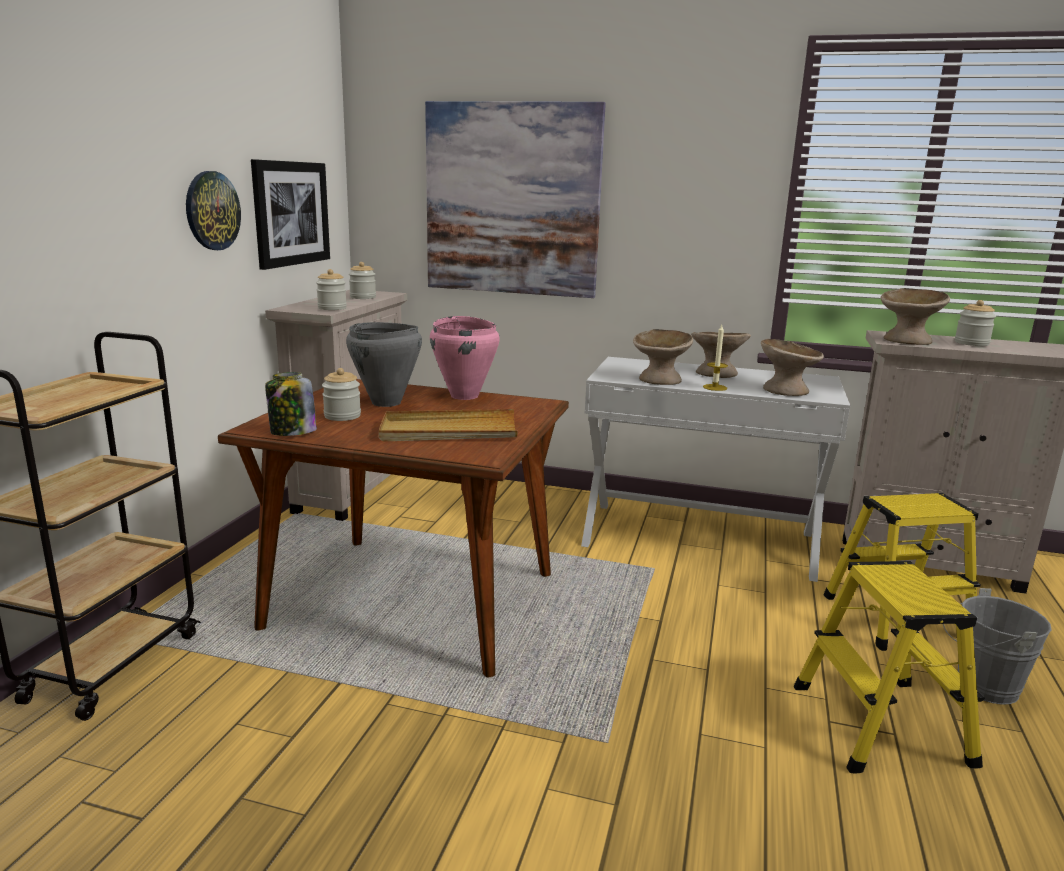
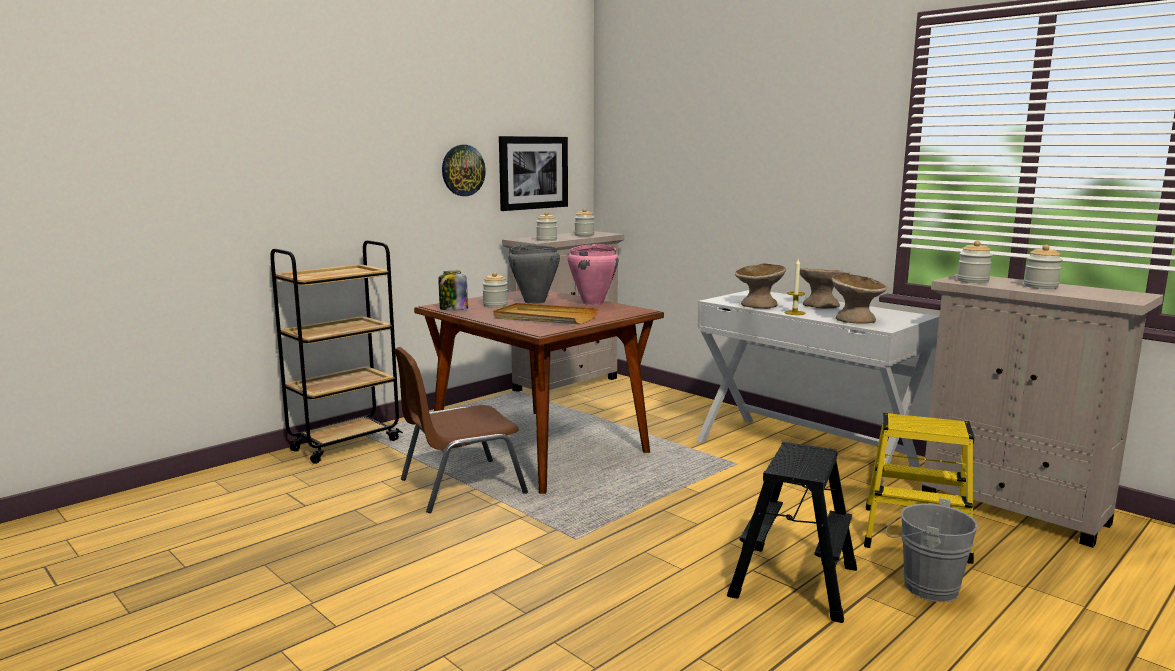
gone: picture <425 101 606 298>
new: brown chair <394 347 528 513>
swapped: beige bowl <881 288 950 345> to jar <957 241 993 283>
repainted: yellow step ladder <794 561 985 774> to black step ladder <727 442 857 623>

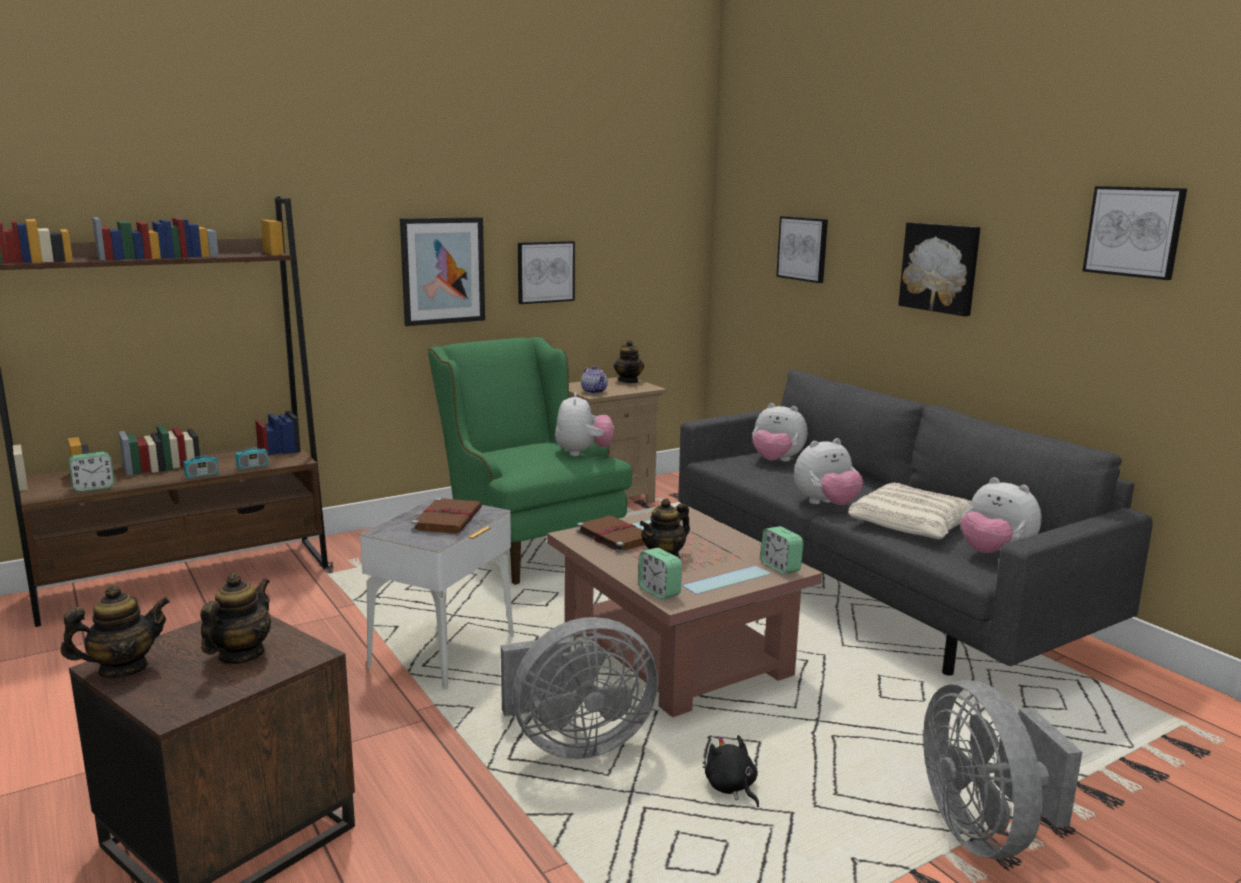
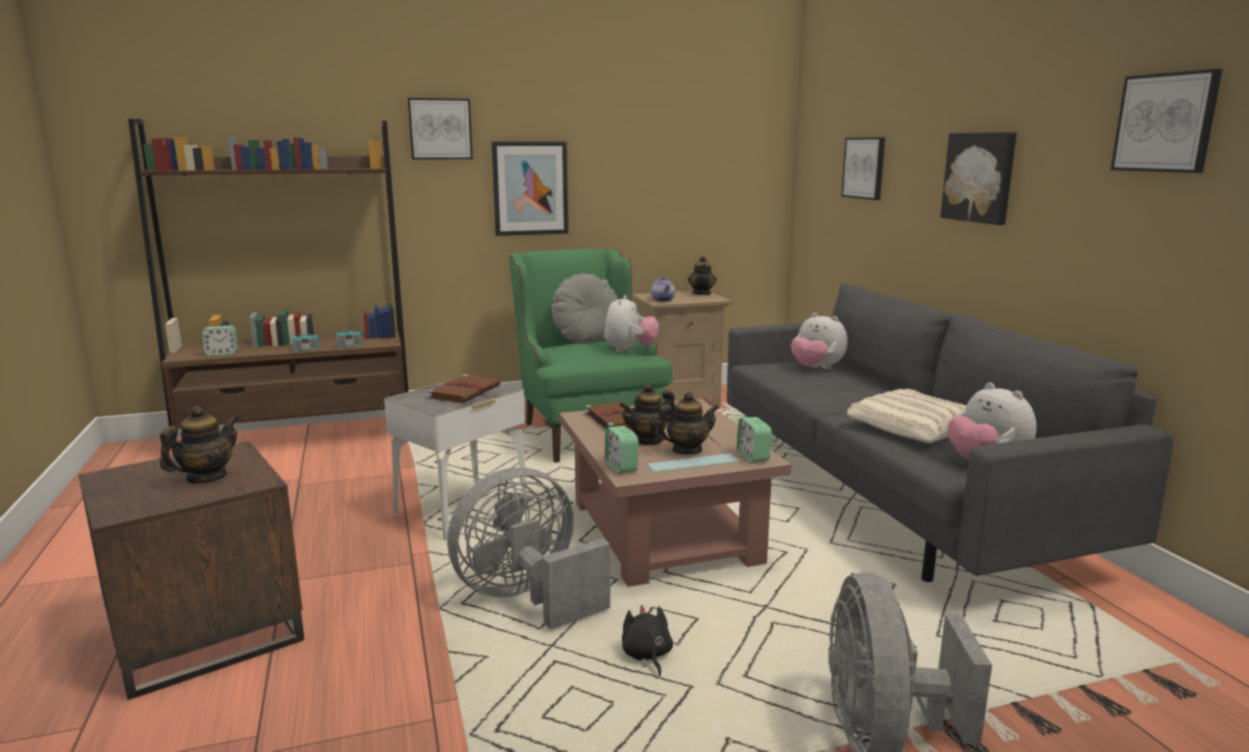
gone: plush toy <794 438 864 505>
new: grey pillow <551 273 619 344>
shifted: picture <518 241 575 304> to <408 98 473 160>; teapot <61 585 170 678> to <655 392 719 455>
rotated: grey fan <501 617 658 759> = <447 467 610 630> 150 degrees clockwise

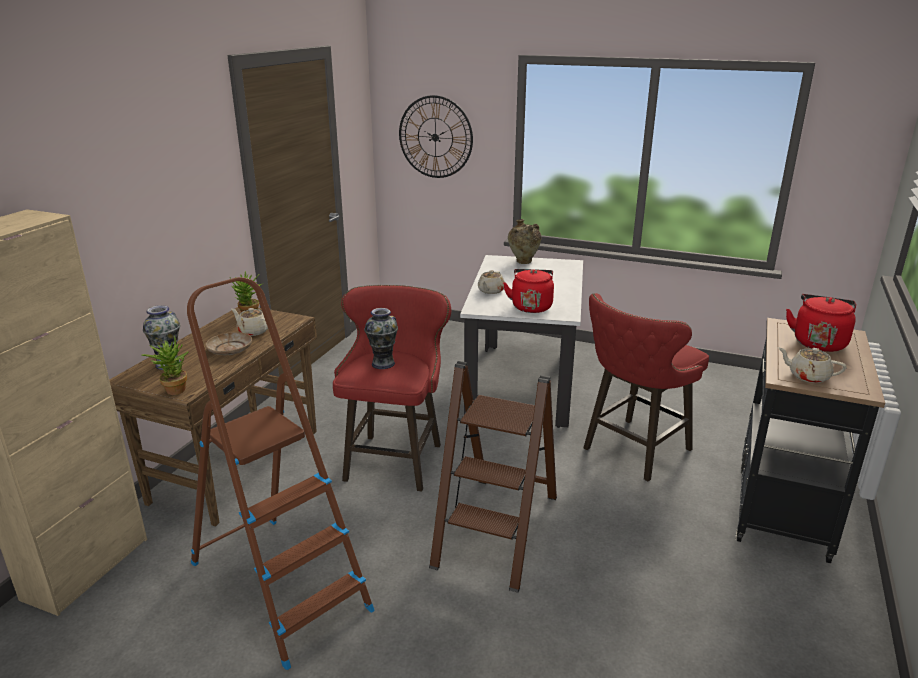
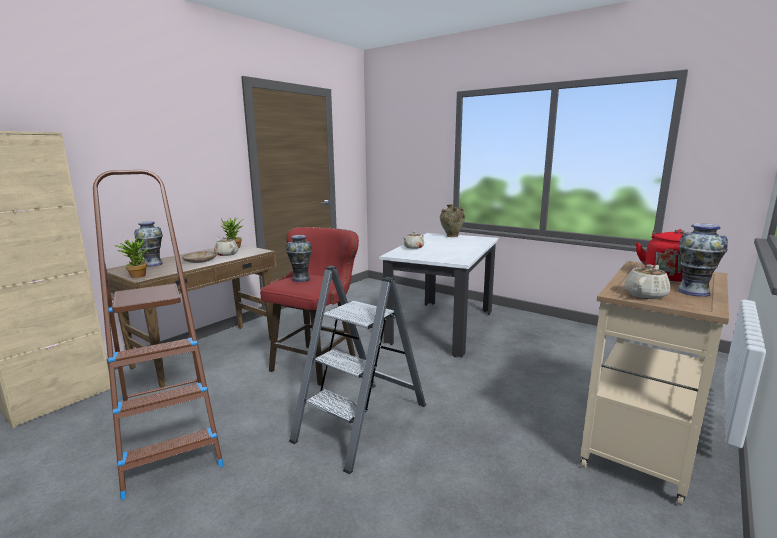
gone: wall clock <399 95 473 178>; red kettle <503 269 554 313>; red stool <583 293 709 481>
new: vase <677 223 728 297>
repainted: brown step ladder <429 361 557 593> to grey step ladder <289 266 426 474>; black cart <735 318 885 563> to beige cart <579 261 729 506>
rotated: beige teapot <778 347 847 383> = <624 264 670 299> 90 degrees clockwise

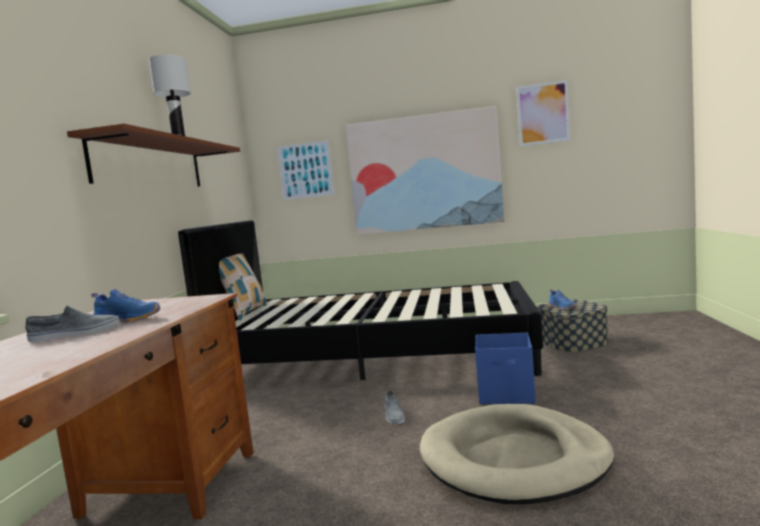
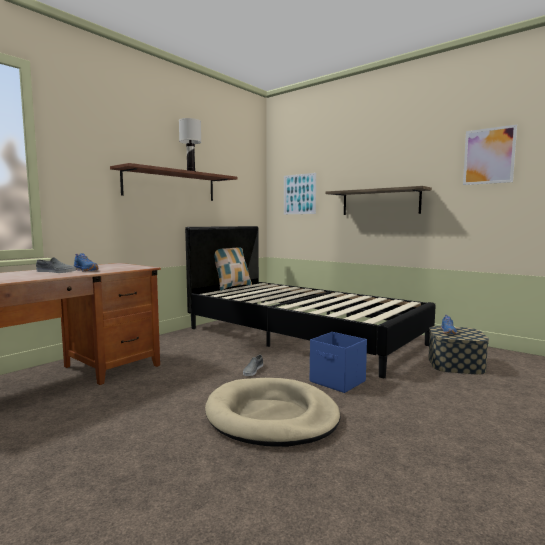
swapped: picture <345 106 504 235> to shelf <326 186 432 215>

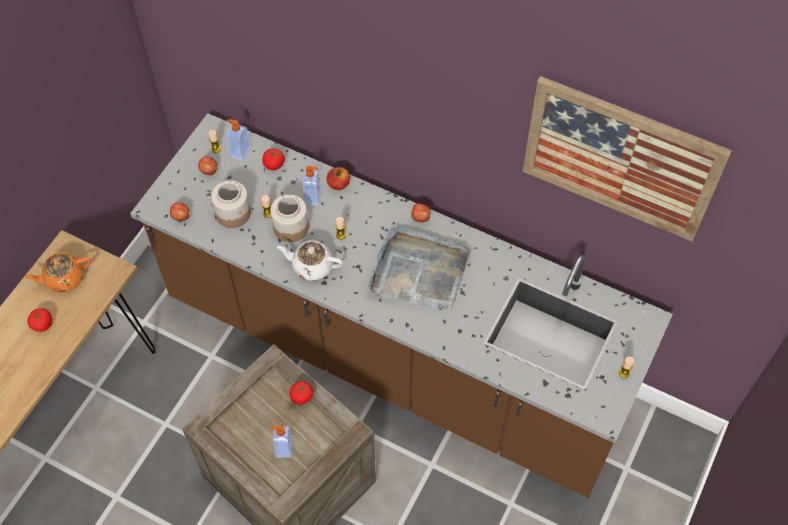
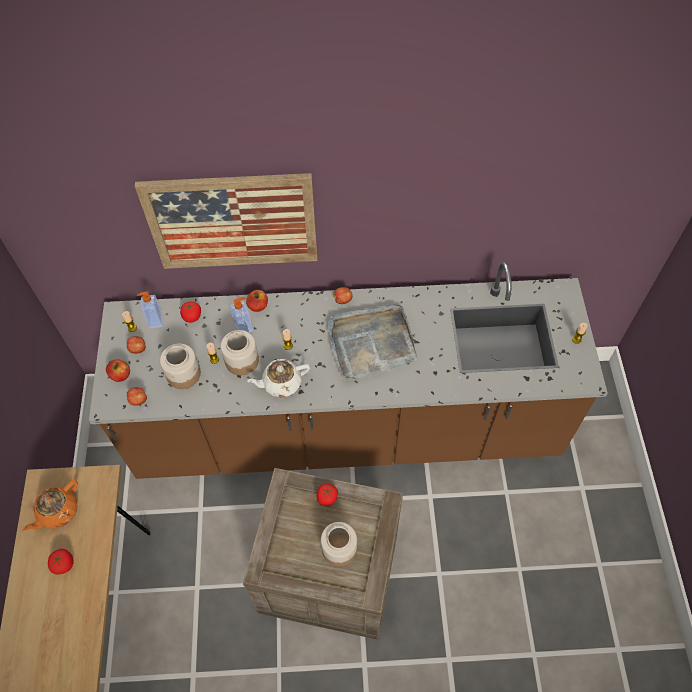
new: apple <106 359 130 382>
shifted: picture <522 76 732 241> to <135 173 317 269>
swapped: soap dispenser <270 425 292 458> to jar <321 522 357 567>

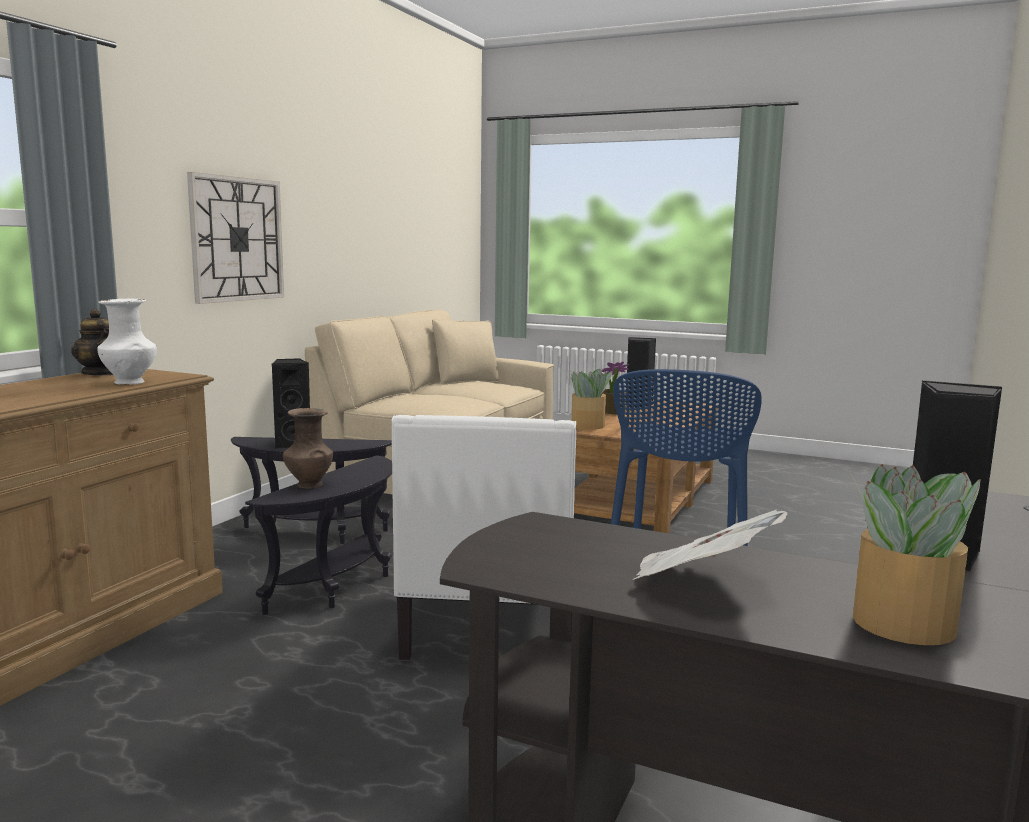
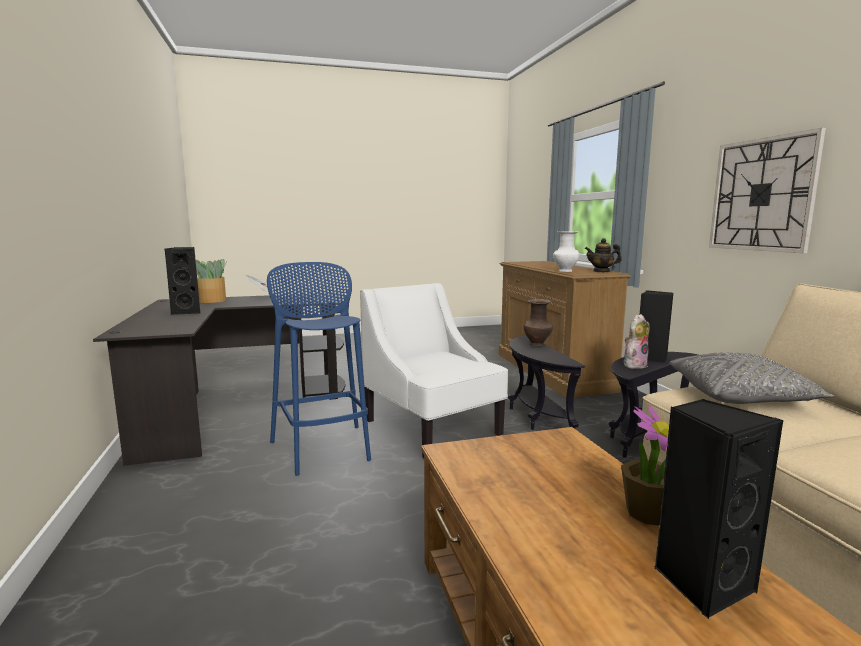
gone: potted plant <571 369 612 430>
new: plush toy <624 314 650 369>; grey pillow <669 353 834 404>

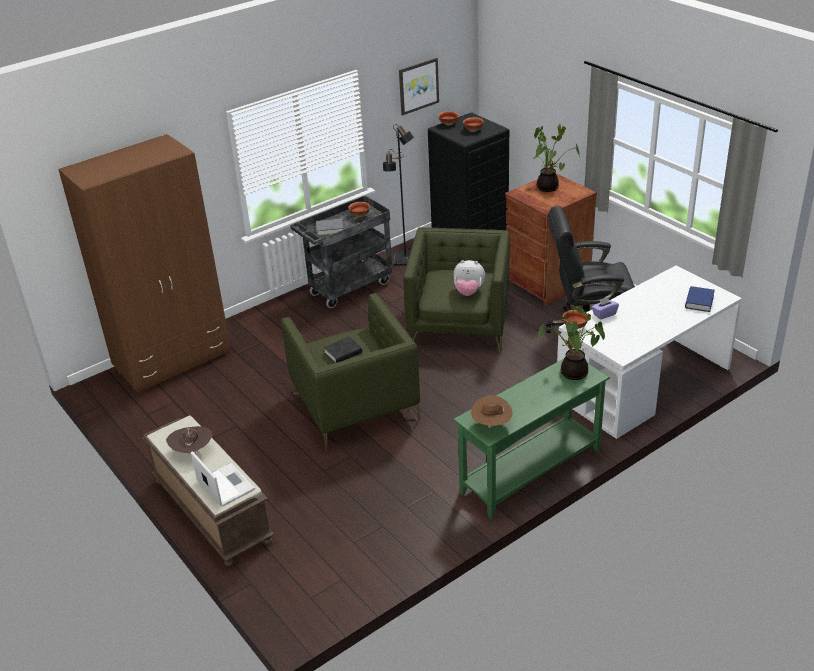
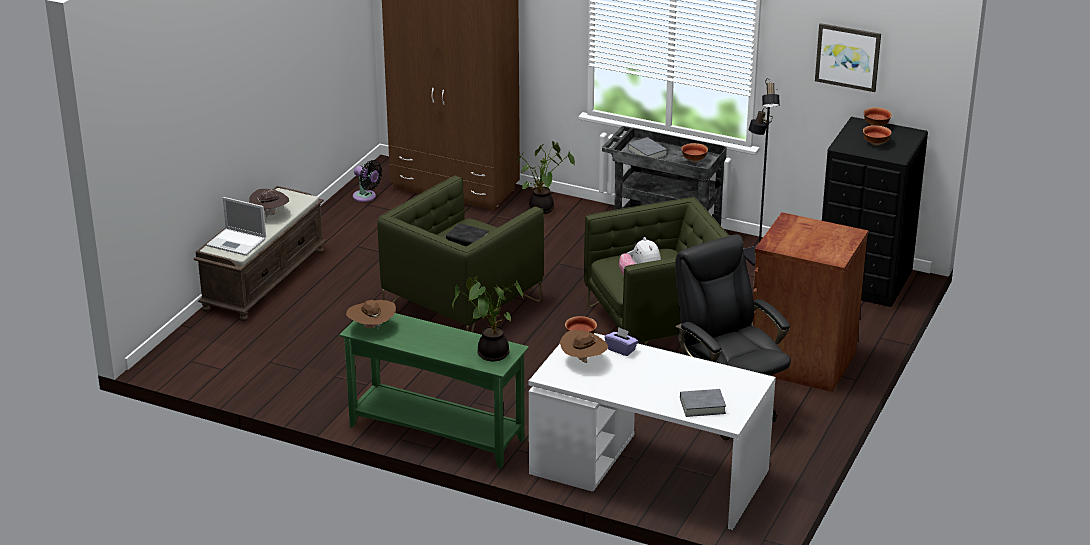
new: black fan <353 160 383 202>; brown hat <560 330 608 363>
shifted: potted plant <533 124 580 192> to <516 141 575 214>
repainted: blue book <685 286 715 312> to grey book <680 389 726 417>
rotated: laptop <191 451 255 507> = <206 197 266 256> 90 degrees clockwise

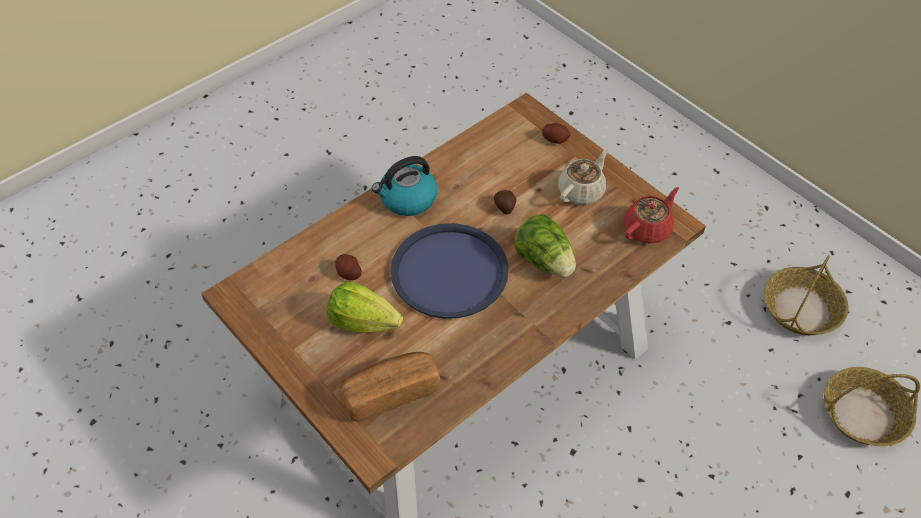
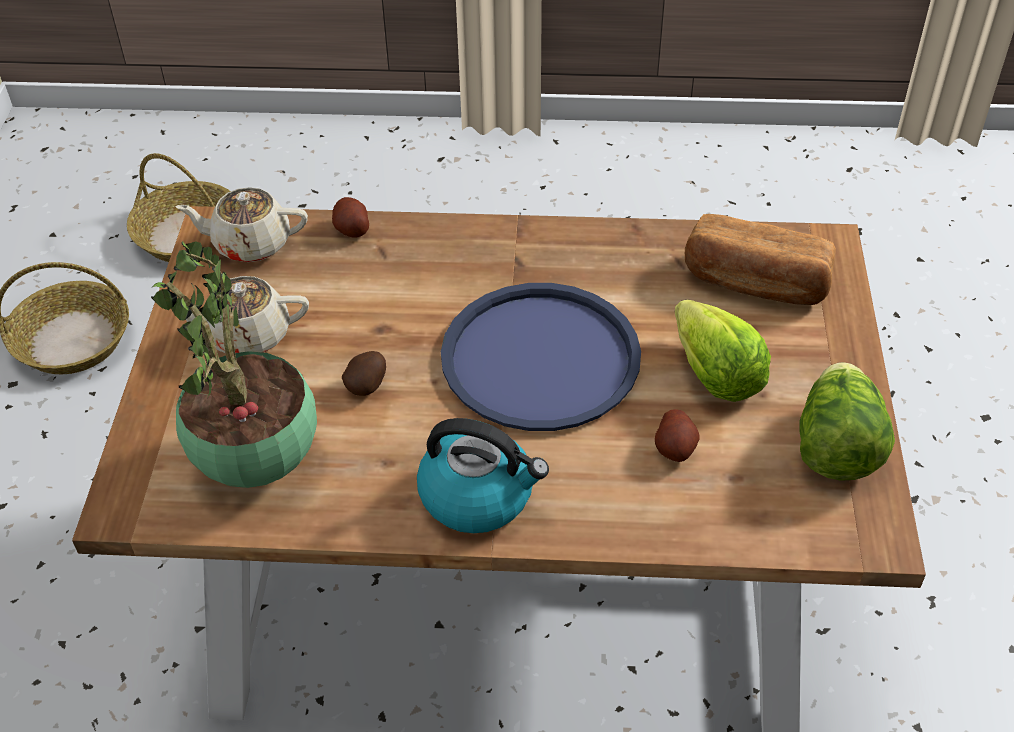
new: potted plant <151 241 317 488>
shifted: potato <542 123 570 144> to <332 197 369 237>; lettuce <514 214 576 277> to <799 362 895 481>
repainted: red teapot <623 187 679 244> to beige teapot <175 187 308 262>

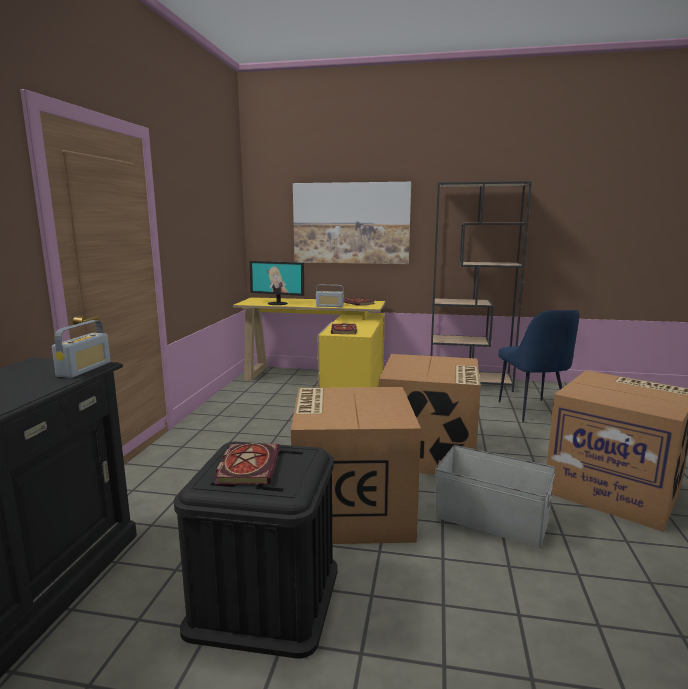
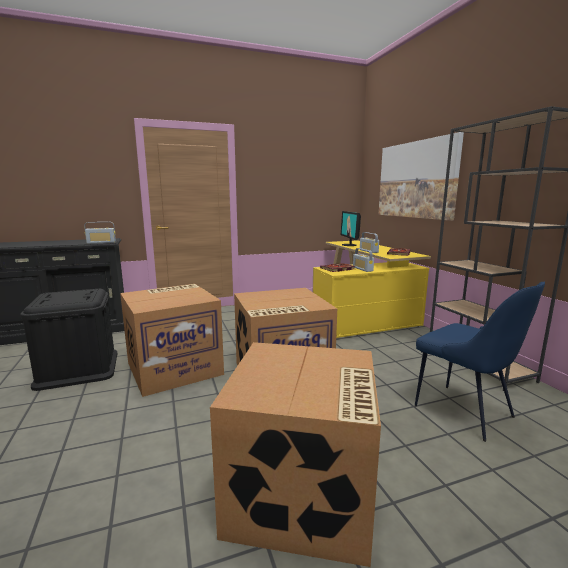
gone: book <214 443 280 485>; grey storage box <435 445 556 548>
new: radio <353 248 374 272>
rotated: blue chair <498 310 579 422> = <415 282 545 442> 90 degrees counterclockwise

